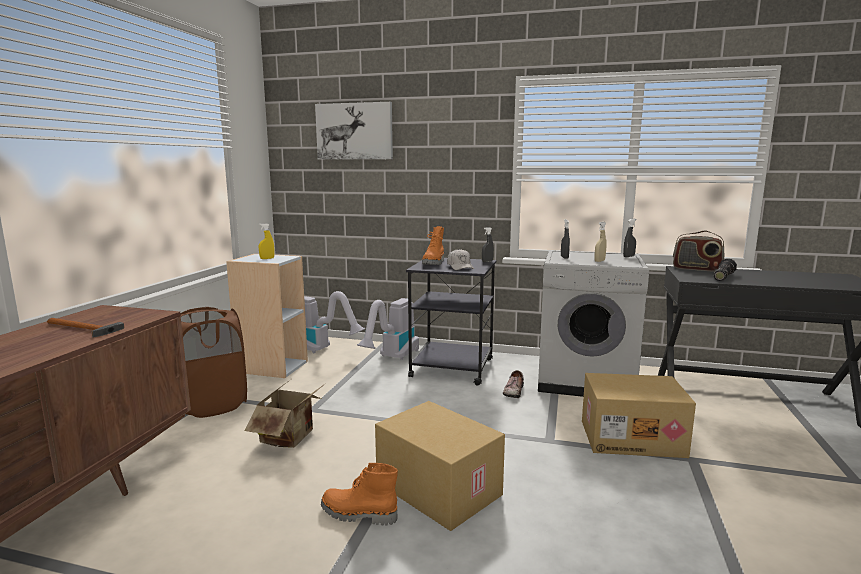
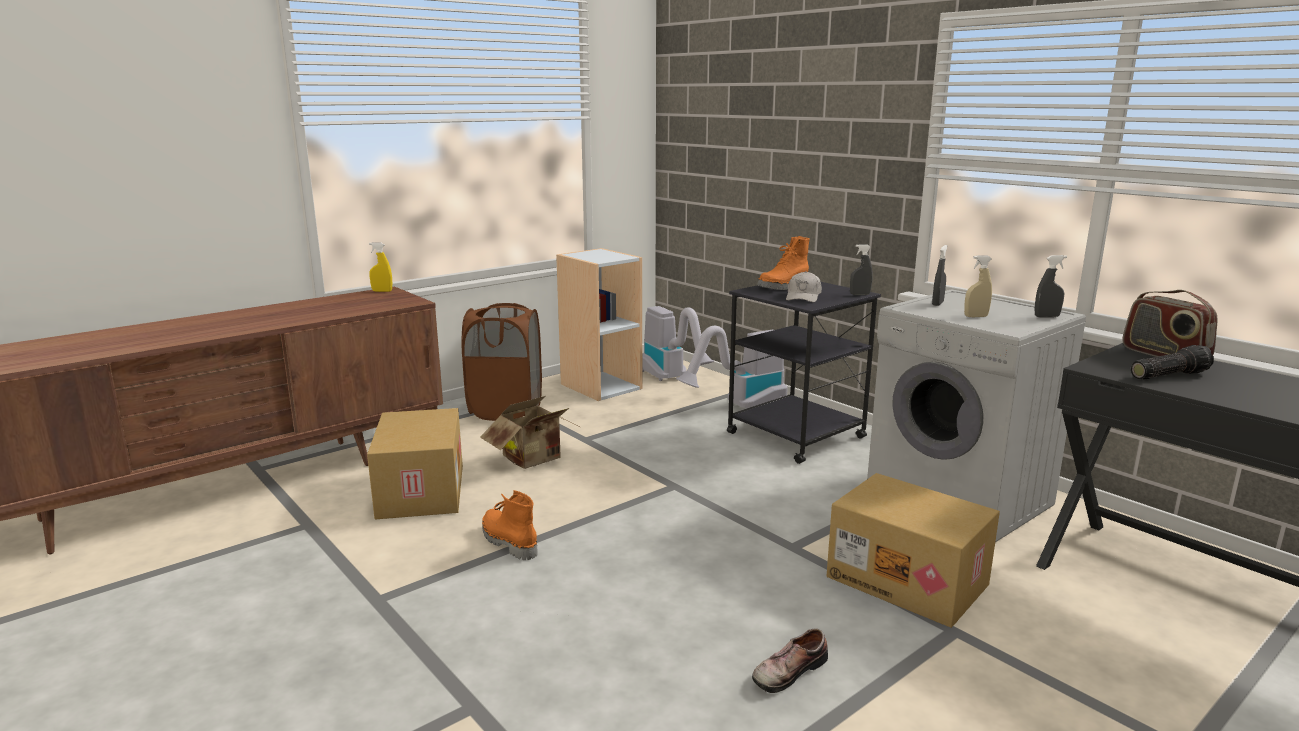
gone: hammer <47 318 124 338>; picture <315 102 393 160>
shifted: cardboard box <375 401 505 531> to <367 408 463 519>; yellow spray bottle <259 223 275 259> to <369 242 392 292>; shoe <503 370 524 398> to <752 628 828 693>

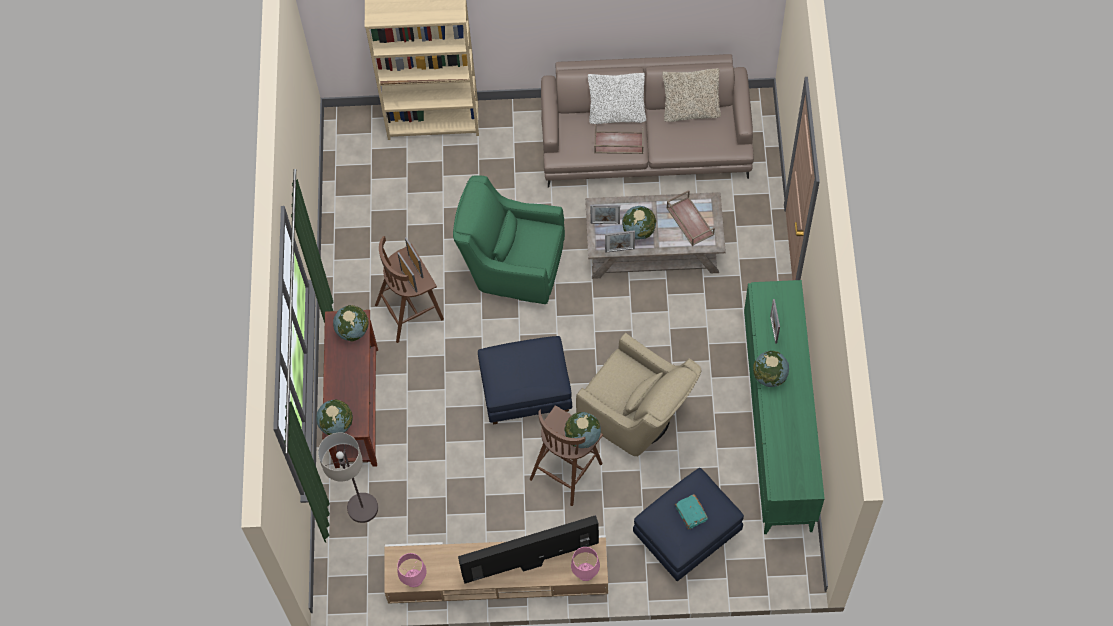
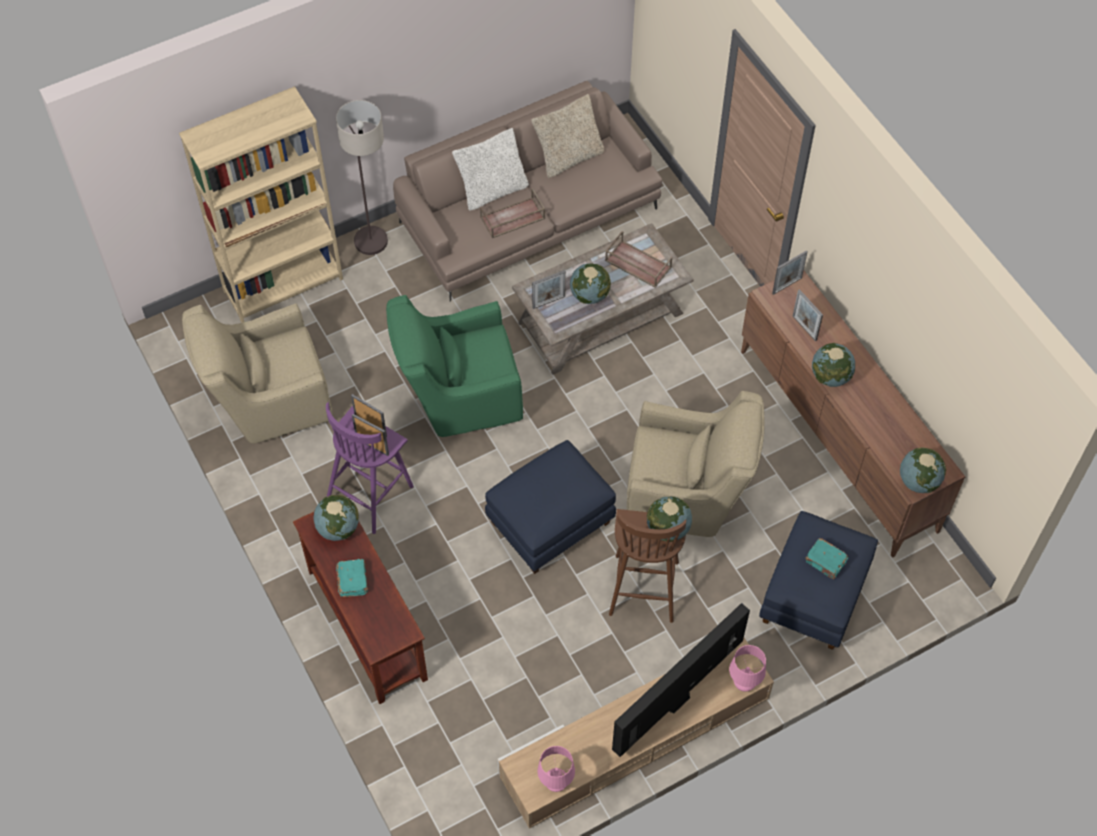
new: beige armchair <182 303 333 444>; turquoise book <336 559 368 597>
shifted: grey floor lamp <318 432 378 523> to <336 100 388 255>; picture frame <605 230 635 253> to <772 251 808 295>; globe <316 399 353 435> to <900 447 946 493>
repainted: brown stool <375 236 444 343> to purple stool <326 402 414 534>; green cabinet <744 280 825 534> to brown cabinet <741 271 966 558>

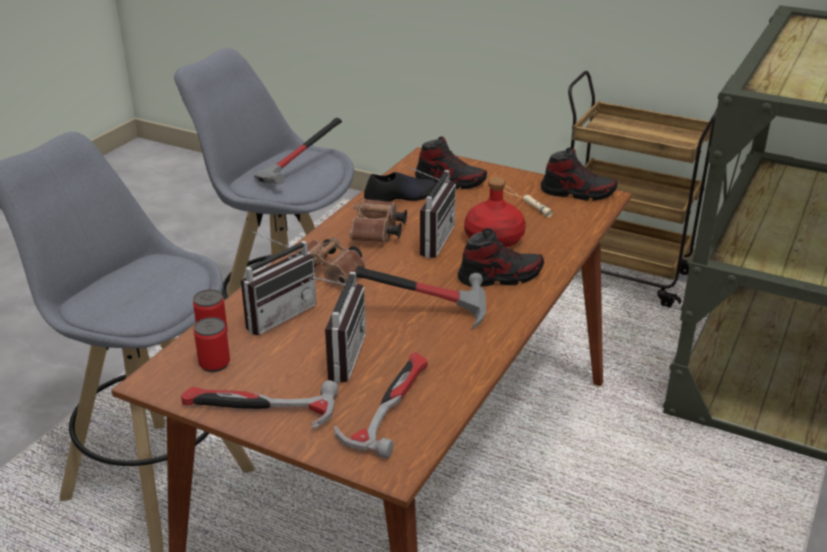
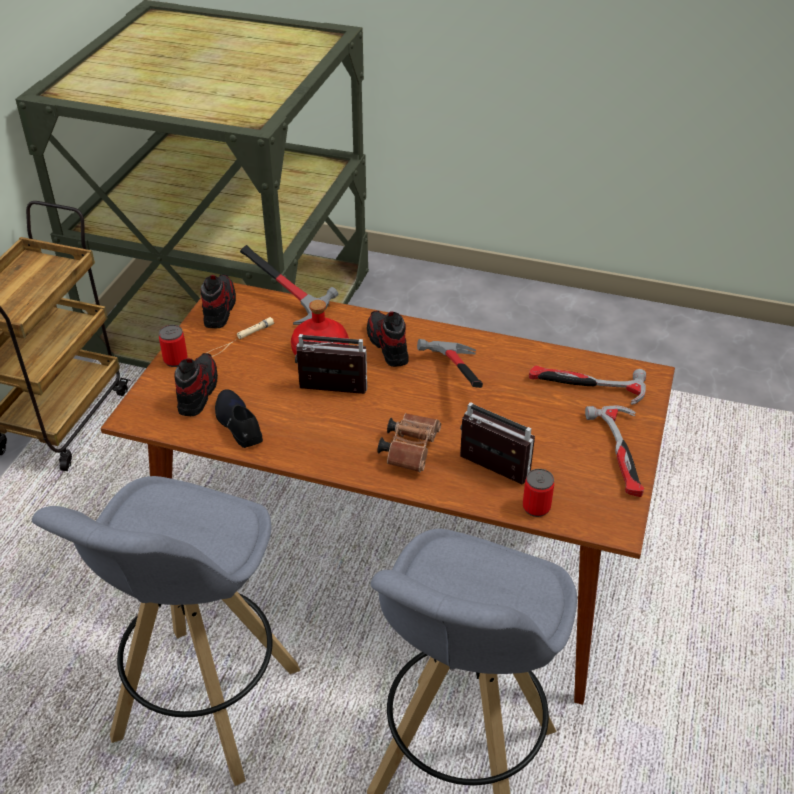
gone: radio <307 272 366 383>; brown binoculars <350 199 407 242>
shifted: can <194 317 230 372> to <159 325 188 367>; hammer <254 118 342 185> to <240 245 339 325>

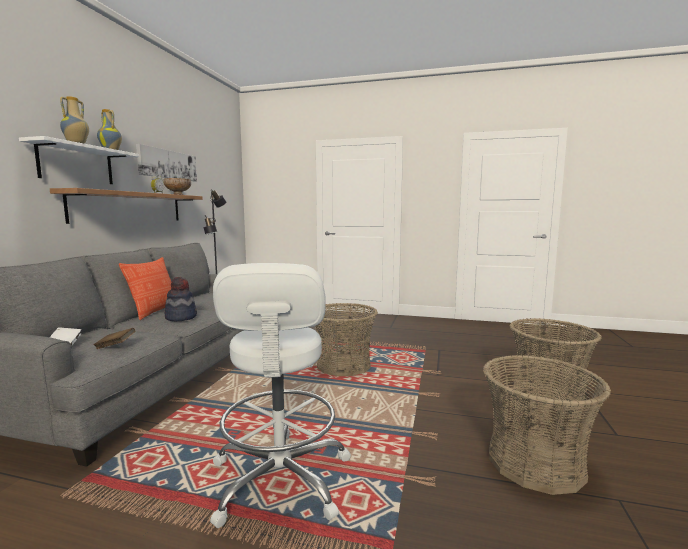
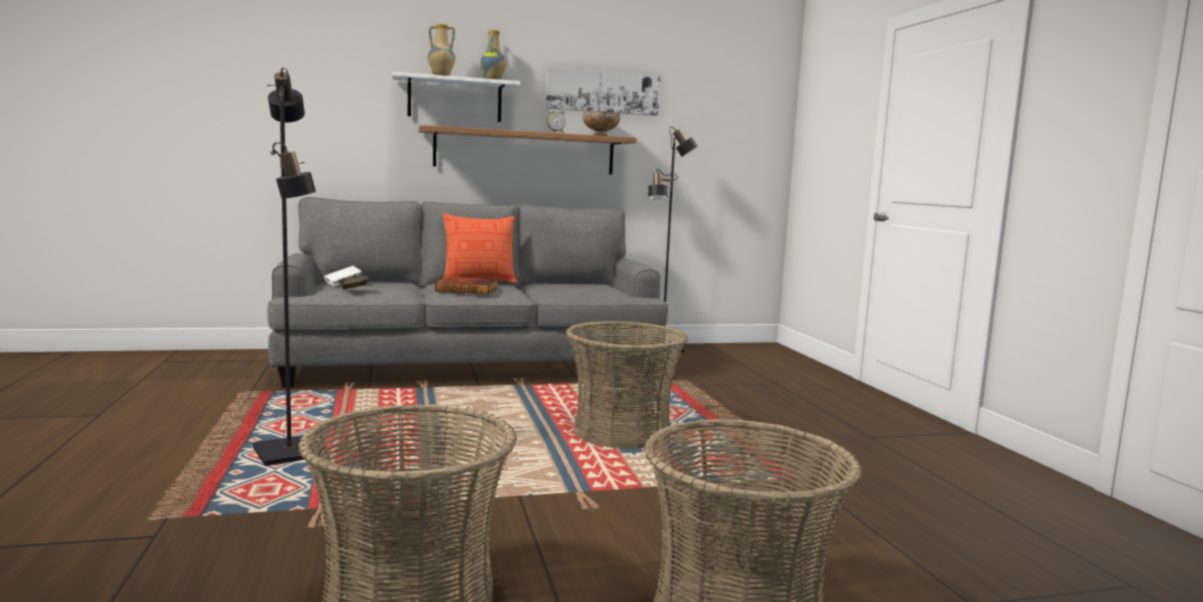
swapped: white stool <210 263 351 528> to black floor lamp <253 67 325 466>; hat <165 277 197 321> to book <435 277 498 294>

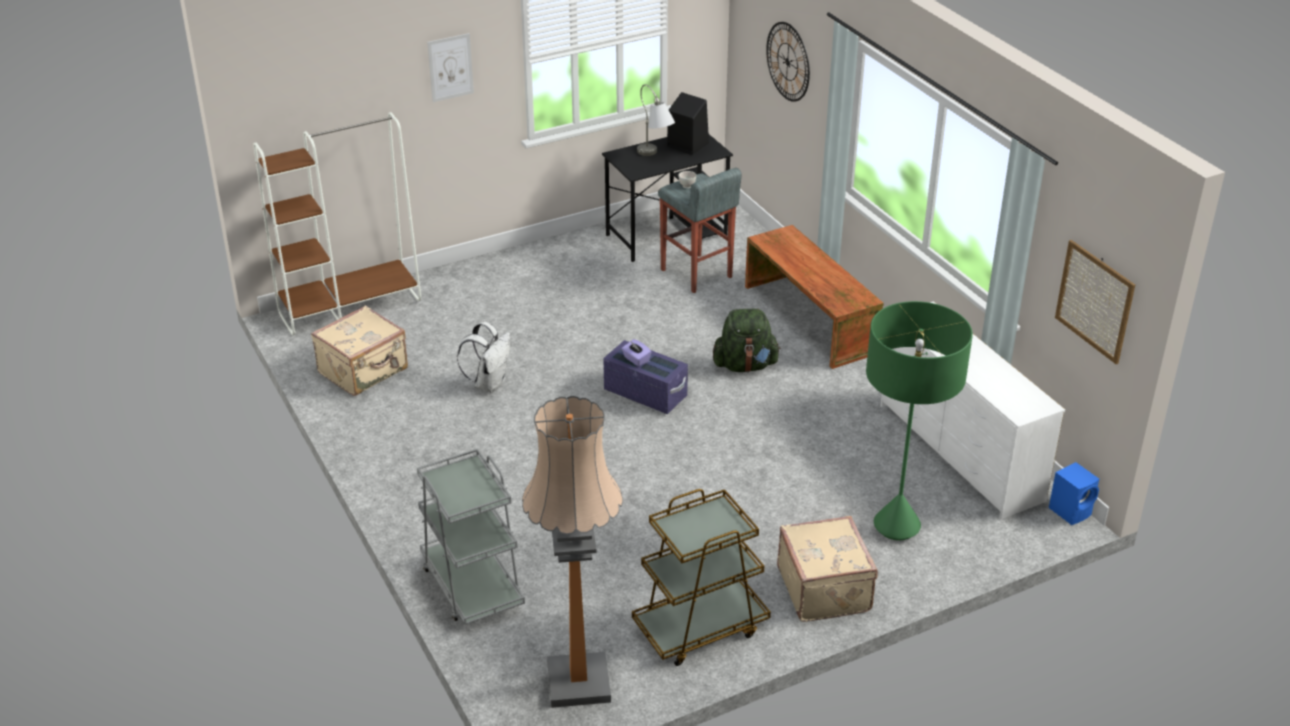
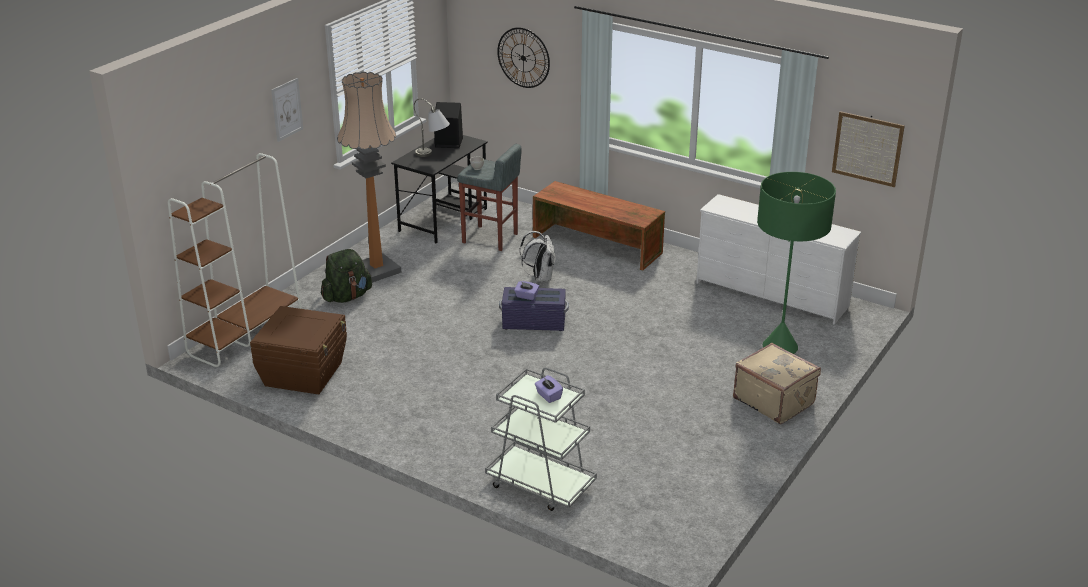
gone: brown cart <632 489 771 666>; blue speaker <1049 462 1099 525>
new: purple tissue box <535 375 563 403>
shifted: green backpack <713 309 781 372> to <321 249 372 303>; floor lamp <522 396 623 708> to <337 72 402 283>; white backpack <457 322 510 392> to <520 231 556 282>
swapped: beige suitcase <311 305 408 396> to brown storage box <250 306 347 394>

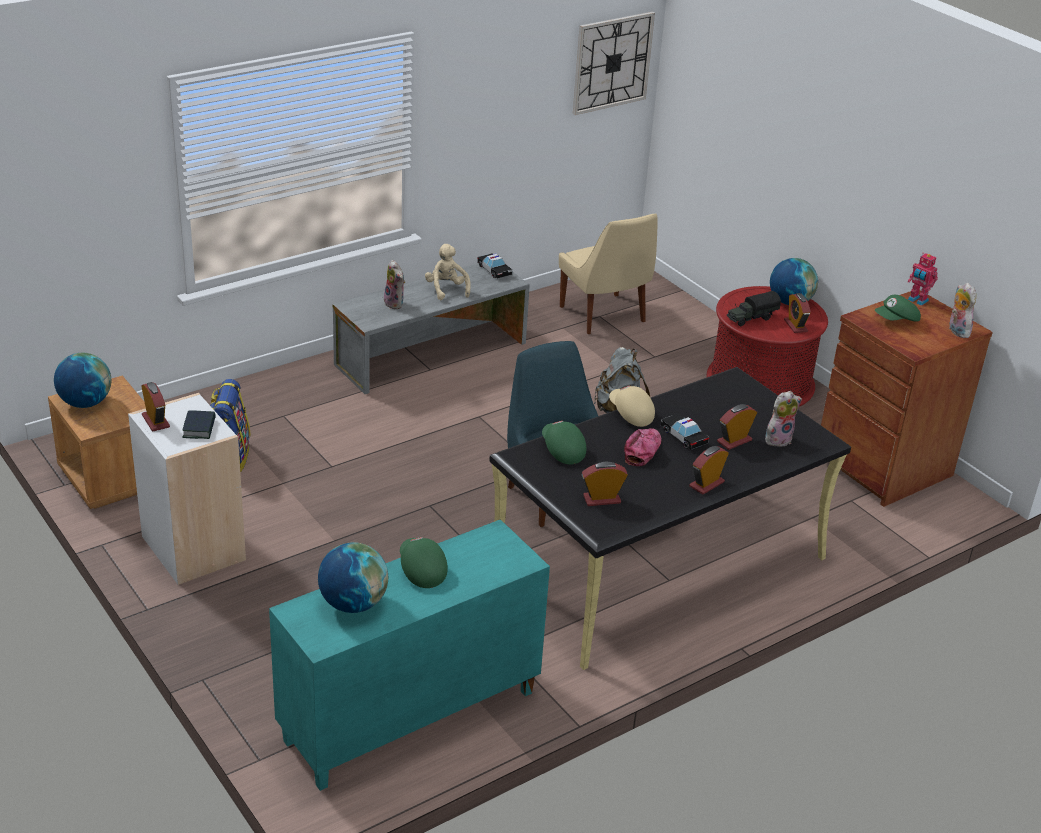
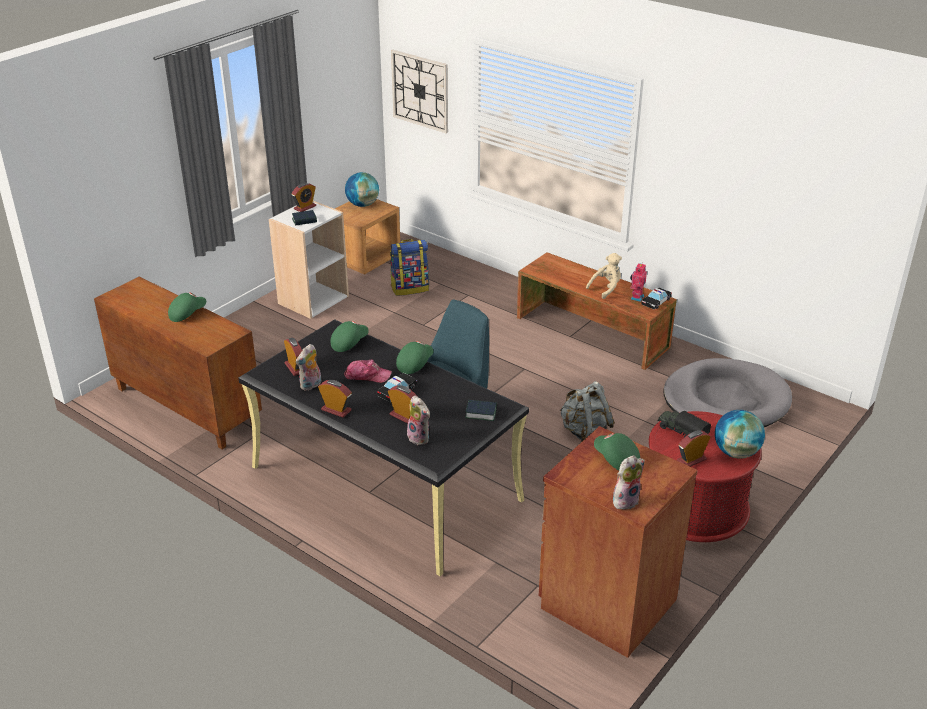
gone: globe <318 542 388 613>
new: book <465 400 497 421>
shifted: plush toy <384 260 405 309> to <296 344 321 390>; wall clock <573 12 655 115> to <391 50 448 133>; toy robot <908 253 938 306> to <630 262 647 302>
swapped: beige chair <559 213 657 334> to grey dog bed <663 358 792 427>
repainted: turquoise cabinet <269 519 550 791> to brown cabinet <94 276 262 449>; beige cap <609 386 655 427> to green cap <396 341 433 374>; grey bench <332 263 530 394> to brown bench <517 252 677 370>

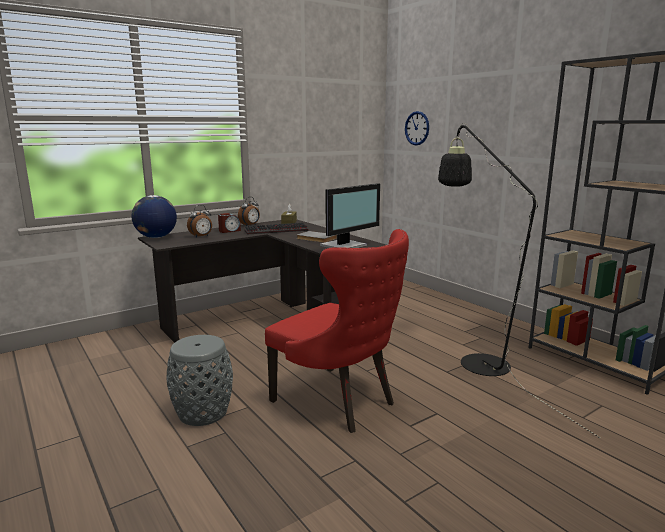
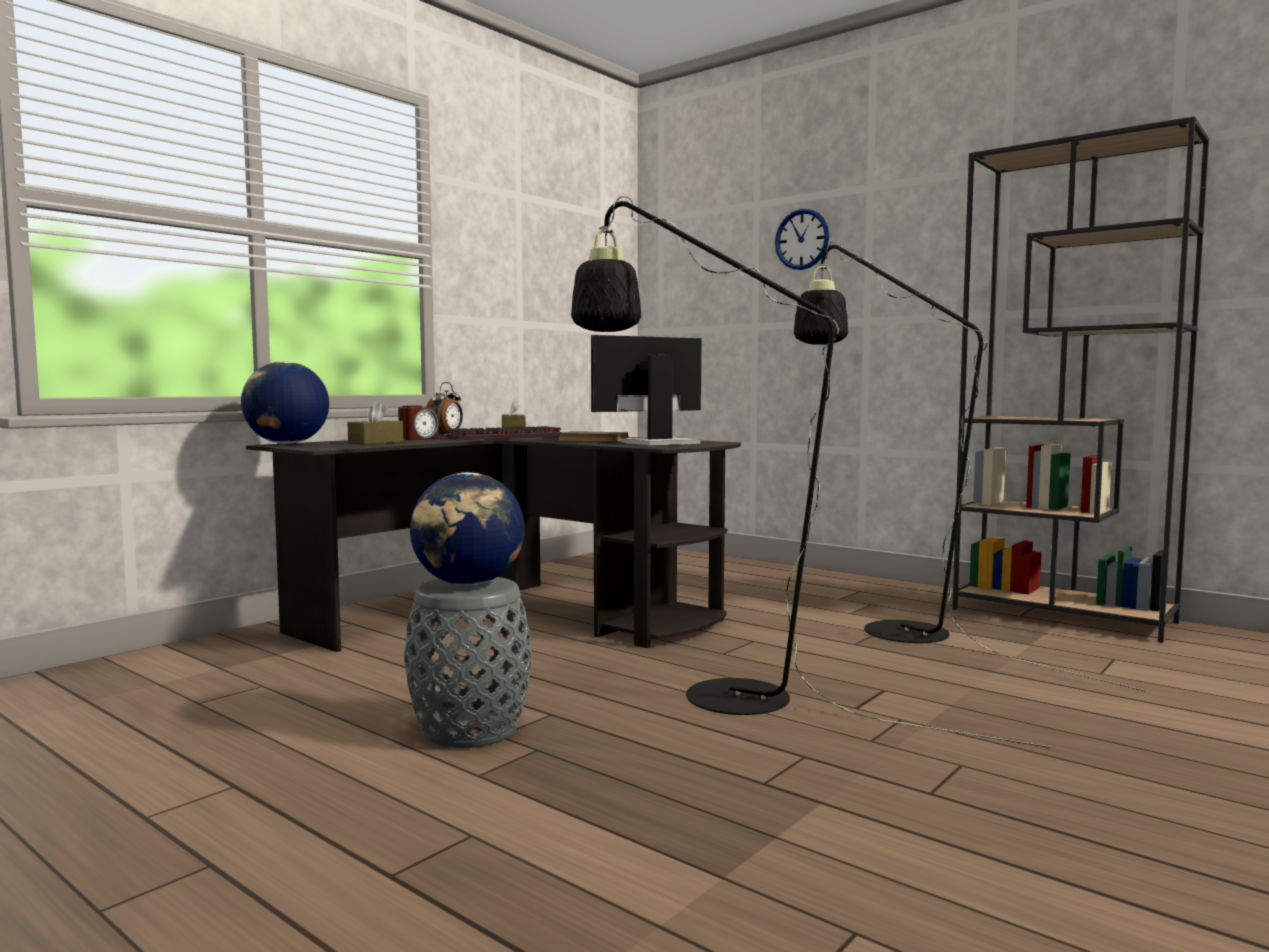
new: globe <410 472 525 586>
shifted: wall clock <405 111 429 145> to <775 209 829 270>
swapped: alarm clock <187 205 212 237> to brown tissue box <347 401 403 444>; red chair <265 229 409 433> to black floor lamp <571 196 1050 748>
rotated: monitor <320 183 380 248> = <591 335 702 446> 150 degrees counterclockwise

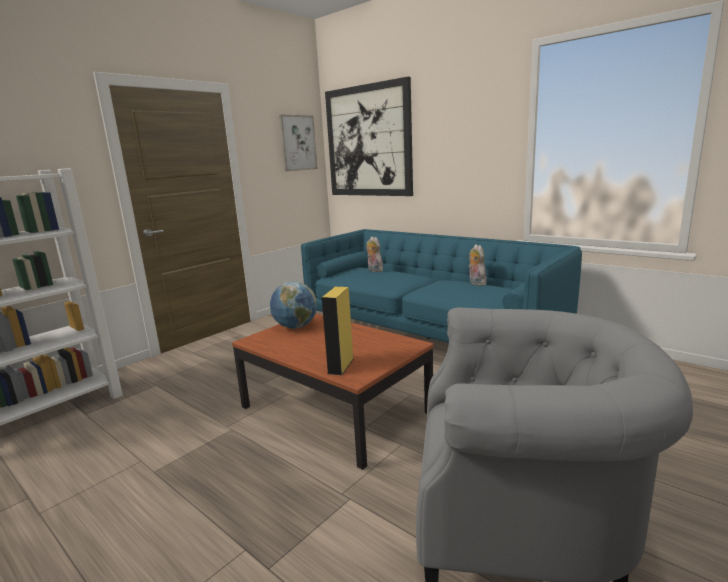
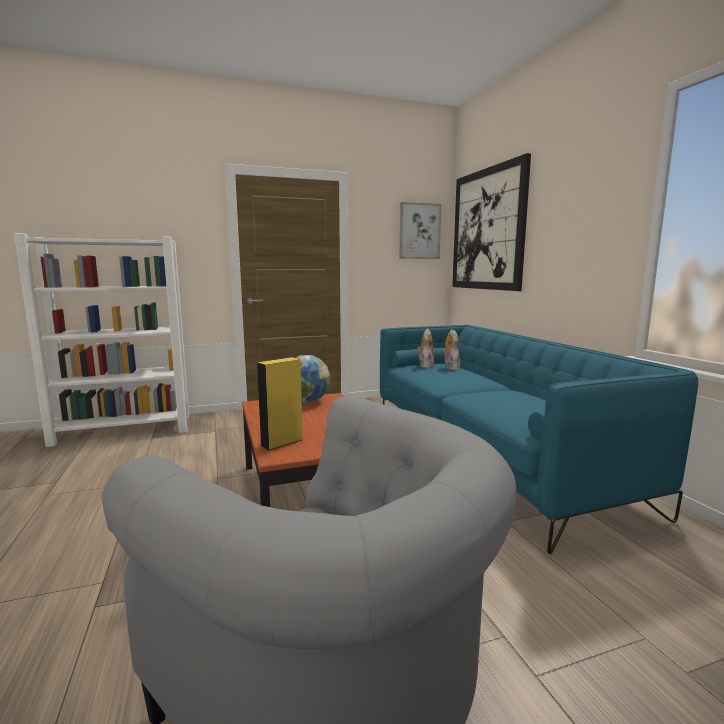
shifted: plush toy <469 244 486 286> to <417 329 434 368>

